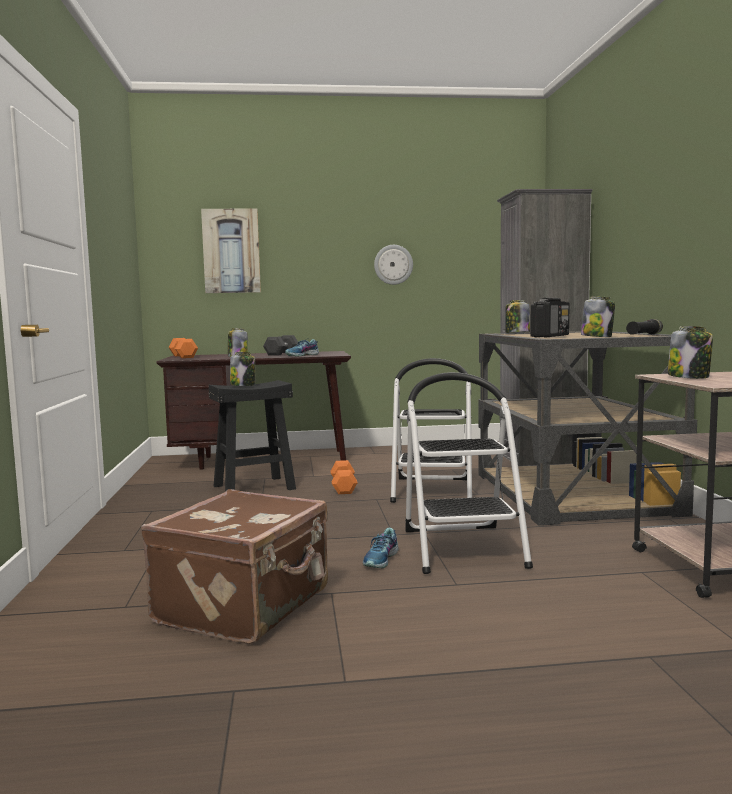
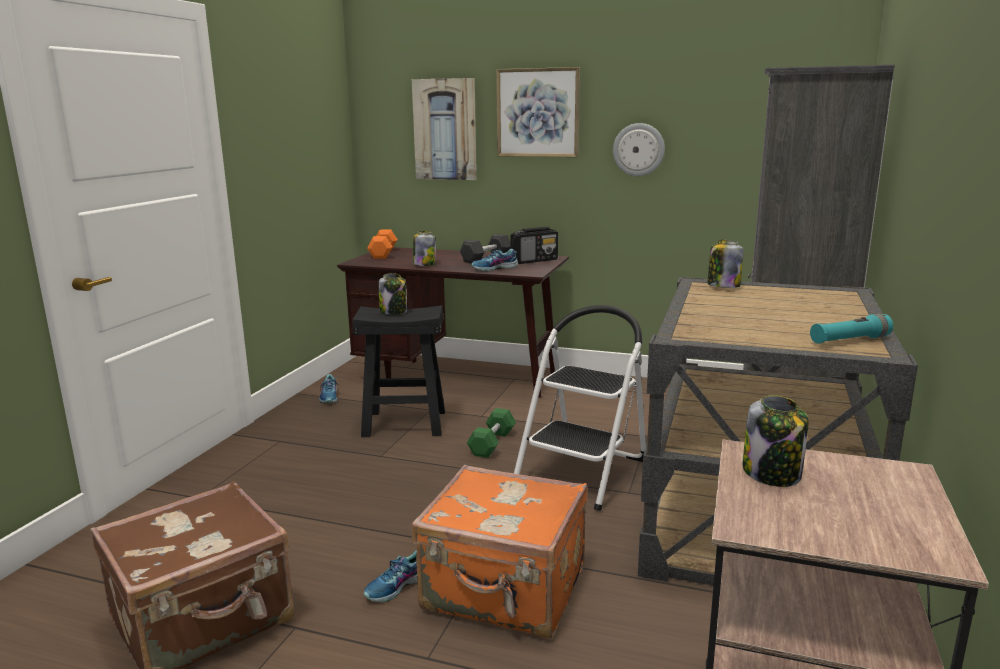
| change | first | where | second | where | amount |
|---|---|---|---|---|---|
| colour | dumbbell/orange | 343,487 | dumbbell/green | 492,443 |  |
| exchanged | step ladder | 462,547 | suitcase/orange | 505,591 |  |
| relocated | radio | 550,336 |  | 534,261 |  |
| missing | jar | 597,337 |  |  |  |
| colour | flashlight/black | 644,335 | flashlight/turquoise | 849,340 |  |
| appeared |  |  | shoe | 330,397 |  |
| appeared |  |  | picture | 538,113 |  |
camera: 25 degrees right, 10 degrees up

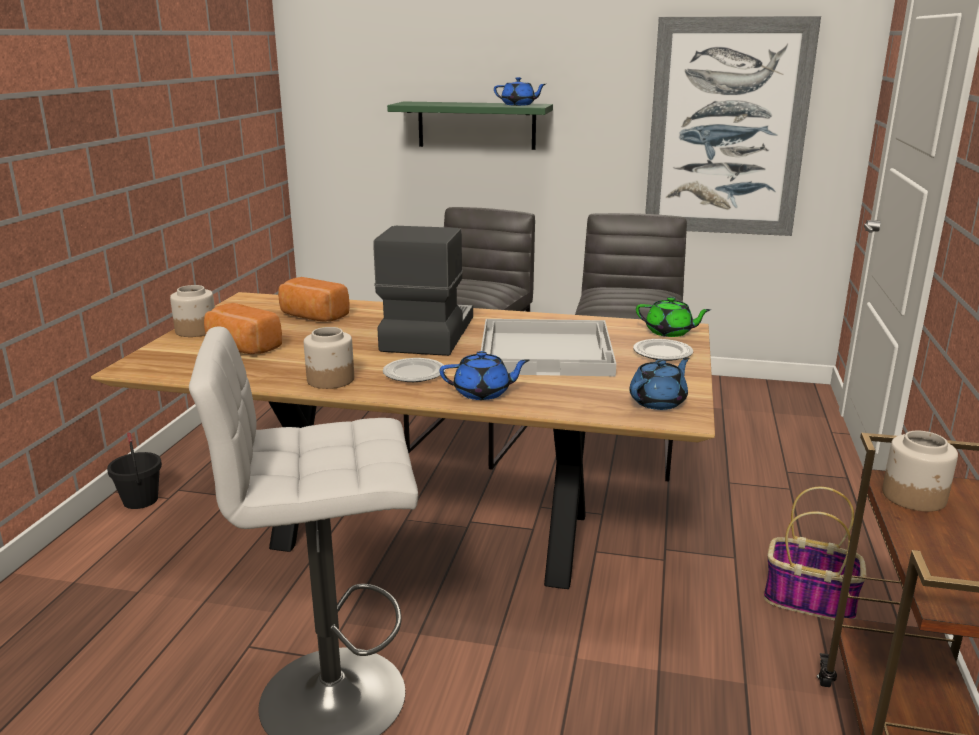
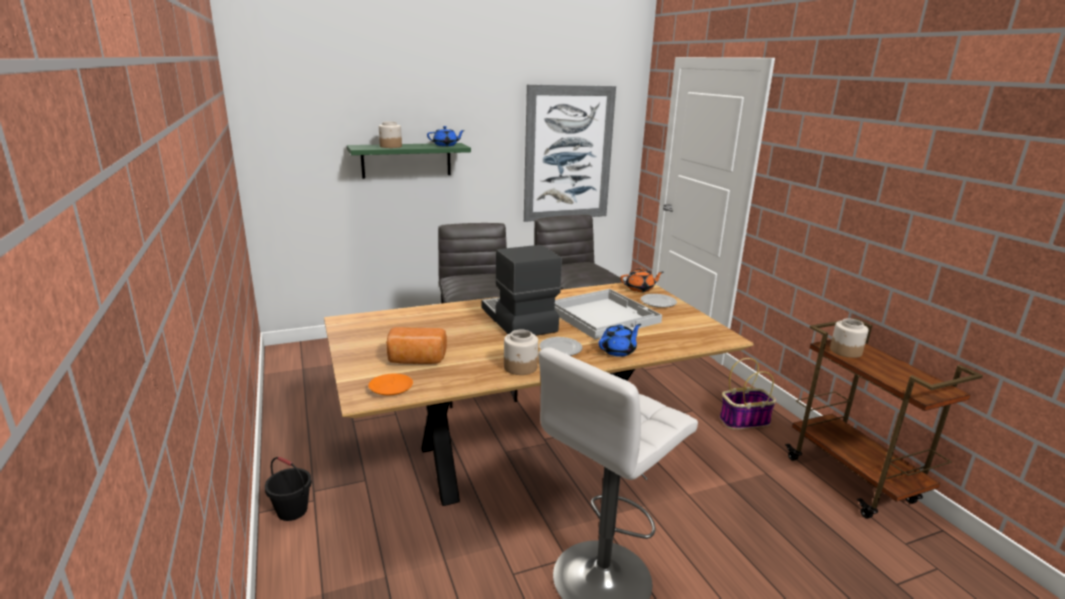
| change | first | where | second | where | amount |
|---|---|---|---|---|---|
| relocated | jar | 195,330 |  | 390,146 |  |
| missing | bread | 312,317 |  |  |  |
| missing | teapot/blue | 658,402 |  |  |  |
| colour | teapot/green | 669,332 | teapot/orange | 640,289 |  |
| appeared |  |  | plate/orange | 390,389 |  |
camera: 35 degrees left, 0 degrees up

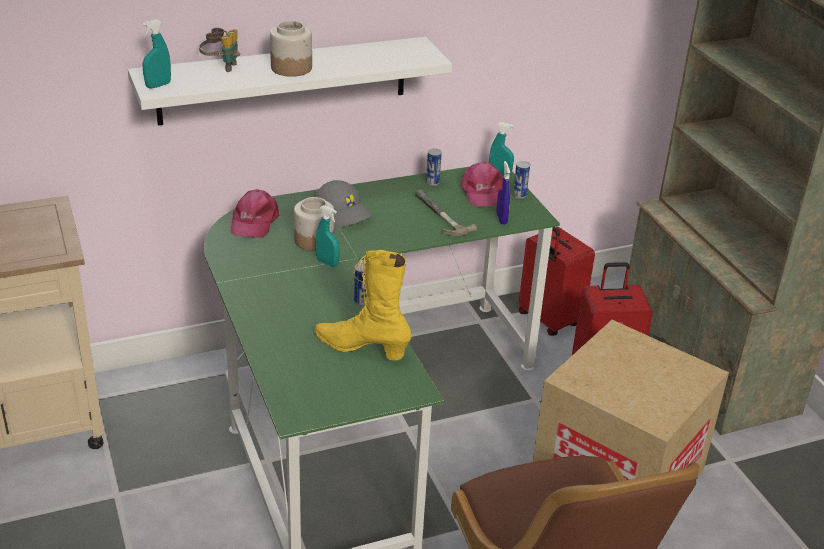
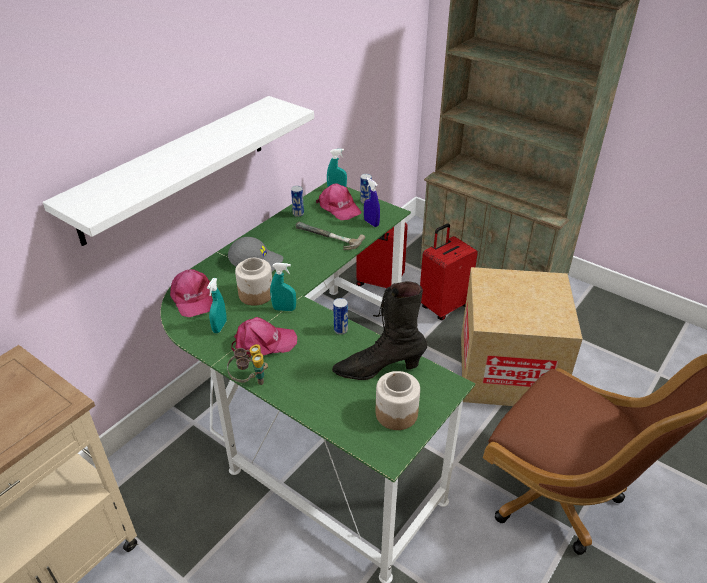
| change | first | where | second | where | amount |
|---|---|---|---|---|---|
| relocated | spray bottle/turquoise | 158,85 |  | 219,327 |  |
| relocated | binoculars | 221,67 |  | 249,380 |  |
| relocated | jar | 291,68 |  | 396,413 |  |
| colour | boot/yellow | 362,348 | boot/black | 378,369 |  |
| appeared |  |  | cap/pink | 263,344 |  |
camera: 30 degrees left, 5 degrees up

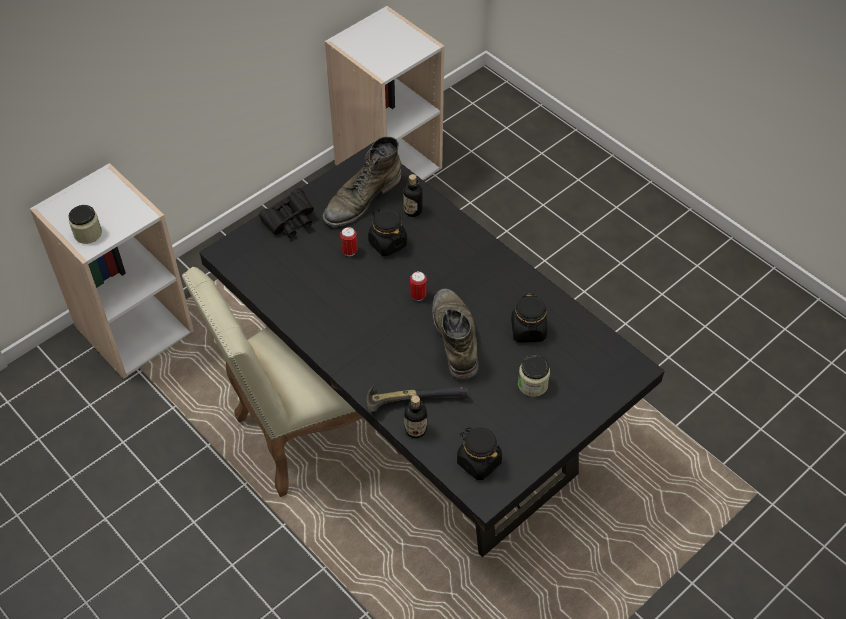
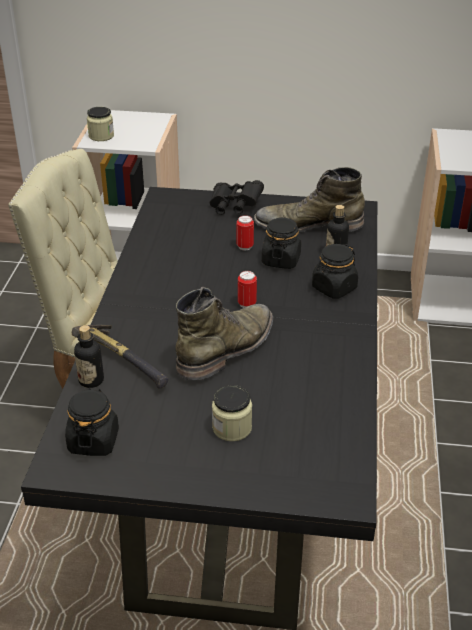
| change | first | where | second | where | amount |
|---|---|---|---|---|---|
| relocated | jar/black | 528,331 |  | 334,288 |  |
camera: 50 degrees right, 15 degrees down

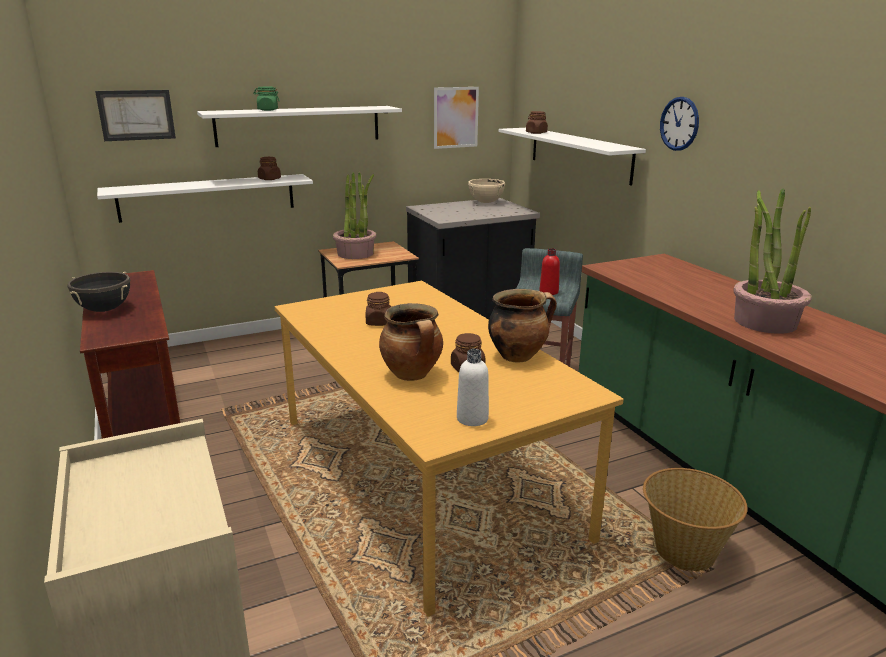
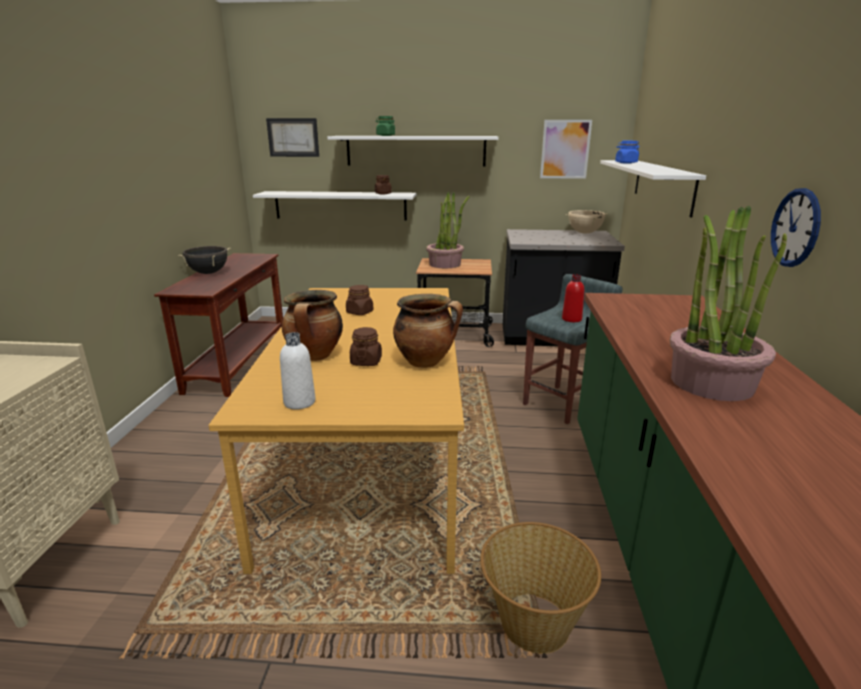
| change | first | where | second | where | amount |
|---|---|---|---|---|---|
| colour | jar/brown | 536,133 | jar/blue | 626,163 |  |
| relocated | wall clock | 679,124 |  | 795,228 |  |
camera: 30 degrees right, 0 degrees up

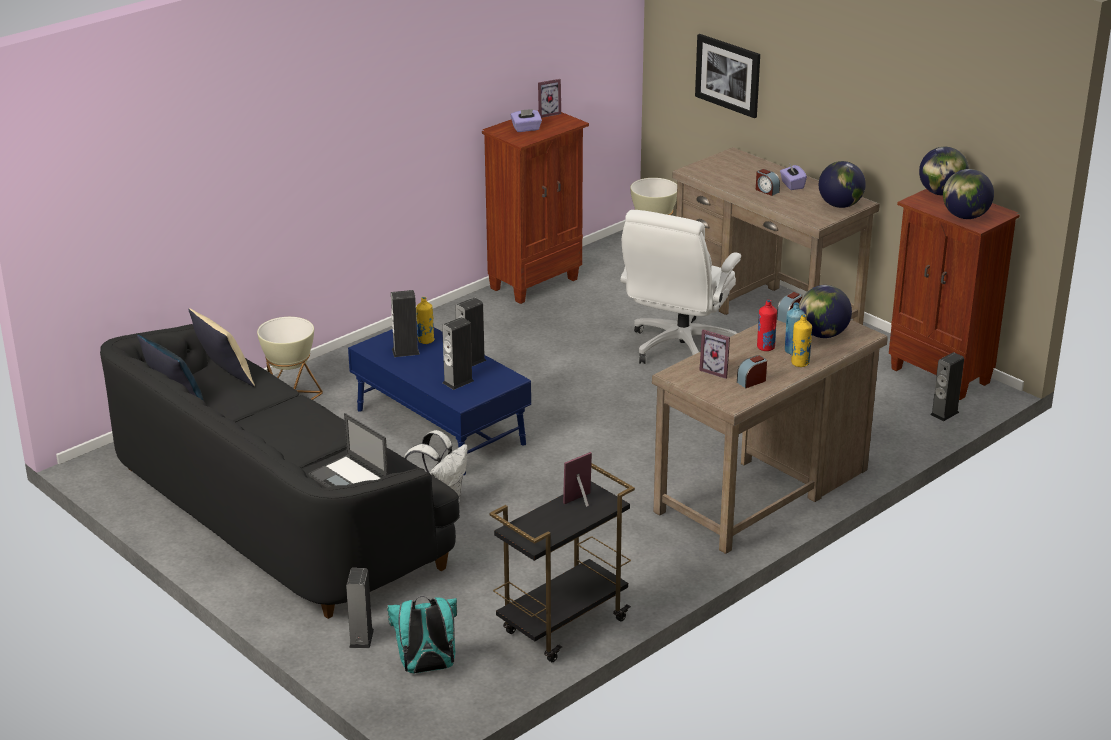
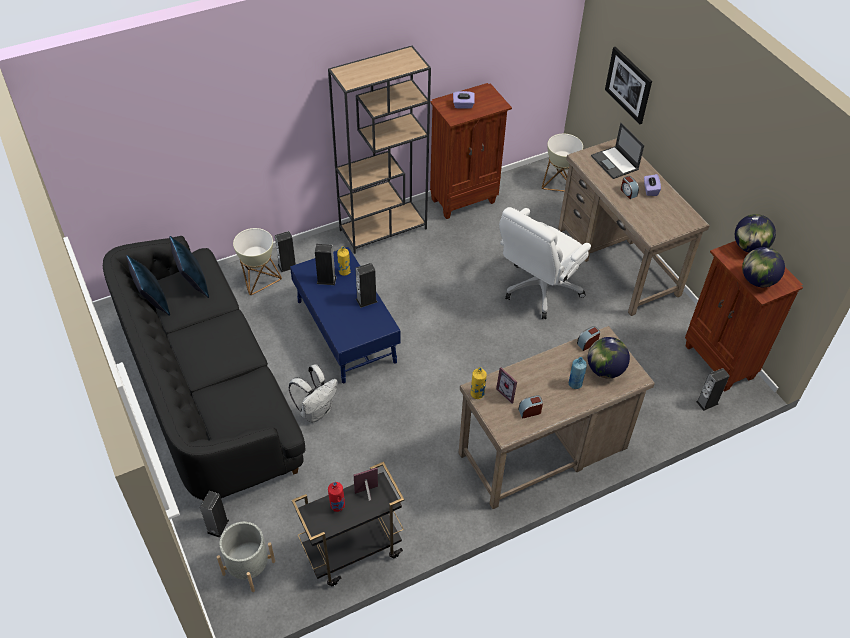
| change | first | where | second | where | amount |
|---|---|---|---|---|---|
| colour | pillow/beige | 223,377 | pillow/blue | 193,282 |  |
| relocated | laptop | 349,479 |  | 615,163 |  |
| exchanged | backpack/turquoise | 426,668 | planter/grey | 248,567 |  |
| relocated | speaker | 458,382 |  | 287,266 |  |
| missing | picture frame | 547,113 |  |  |  |
| relocated | bottle/red | 765,347 |  | 337,506 |  |
| relocated | bottle/yellow | 800,363 |  | 477,394 |  |
| missing | globe | 840,205 |  |  |  |
| appeared |  |  | bookcase | 383,229 |  |
camera: 15 degrees right, 20 degrees up

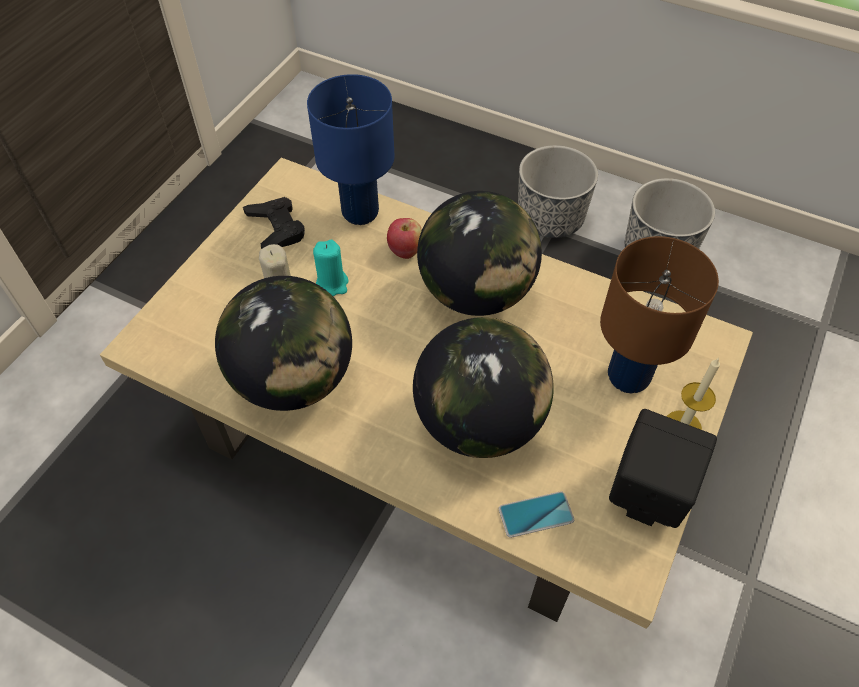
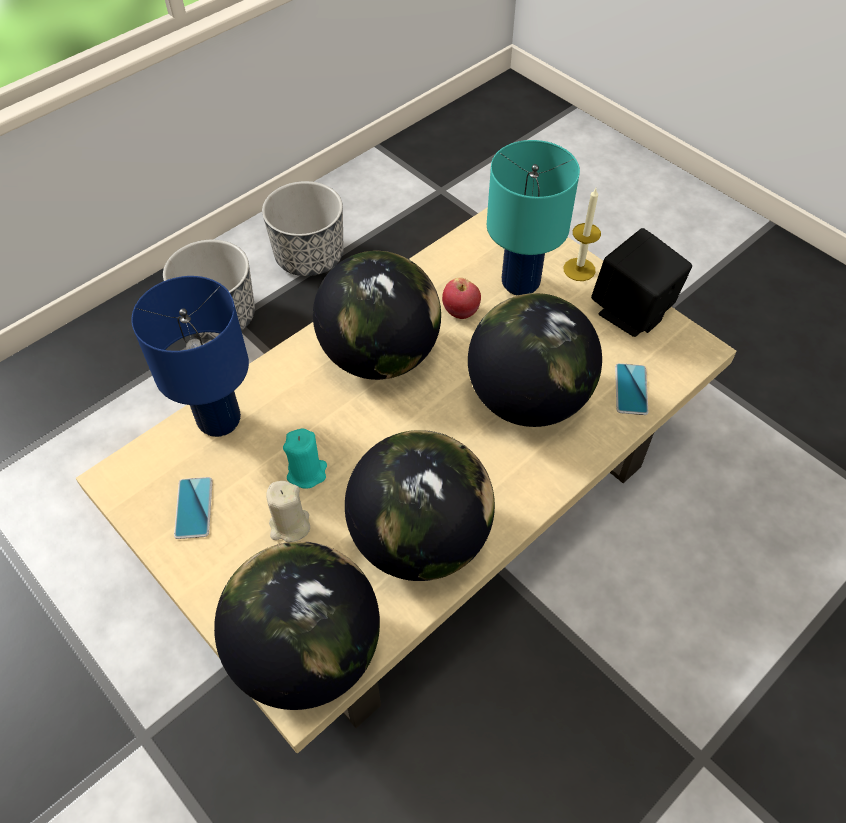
| change | first | where | second | where | amount |
|---|---|---|---|---|---|
| exchanged | game controller/black | 276,228 | phone | 194,508 |  |
| relocated | apple | 405,251 |  | 461,312 |  |
| colour | table lamp/brown | 628,380 | table lamp/turquoise | 522,285 |  |
| appeared |  |  | globe | 307,652 |  |
camera: 70 degrees left, 0 degrees up

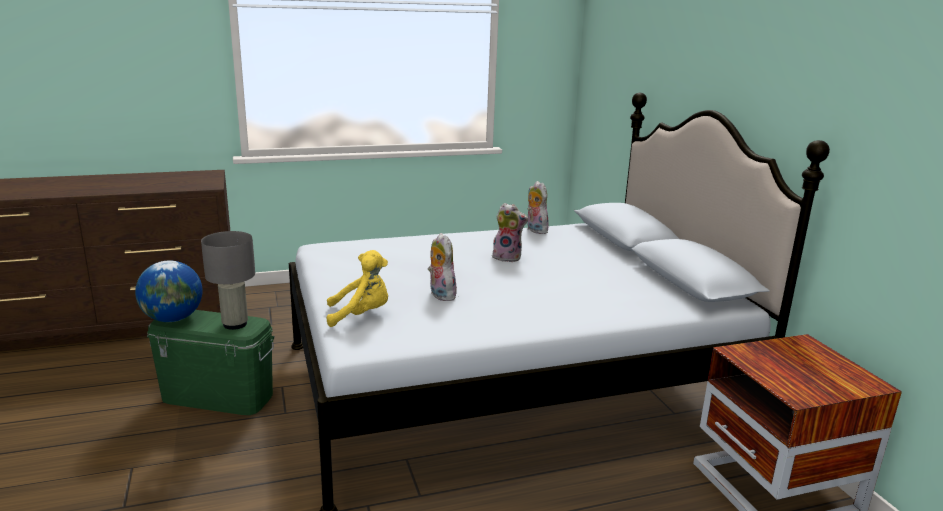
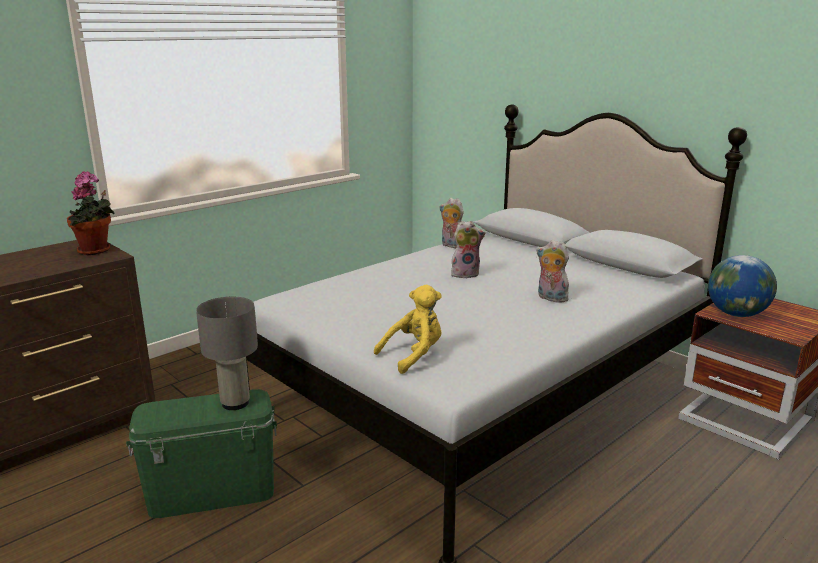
| change | first | where | second | where | amount |
|---|---|---|---|---|---|
| relocated | globe | 173,319 |  | 736,314 |  |
| relocated | plush toy | 440,295 |  | 550,298 |  |
| appeared |  |  | potted plant | 96,251 |  |
camera: 25 degrees left, 0 degrees up

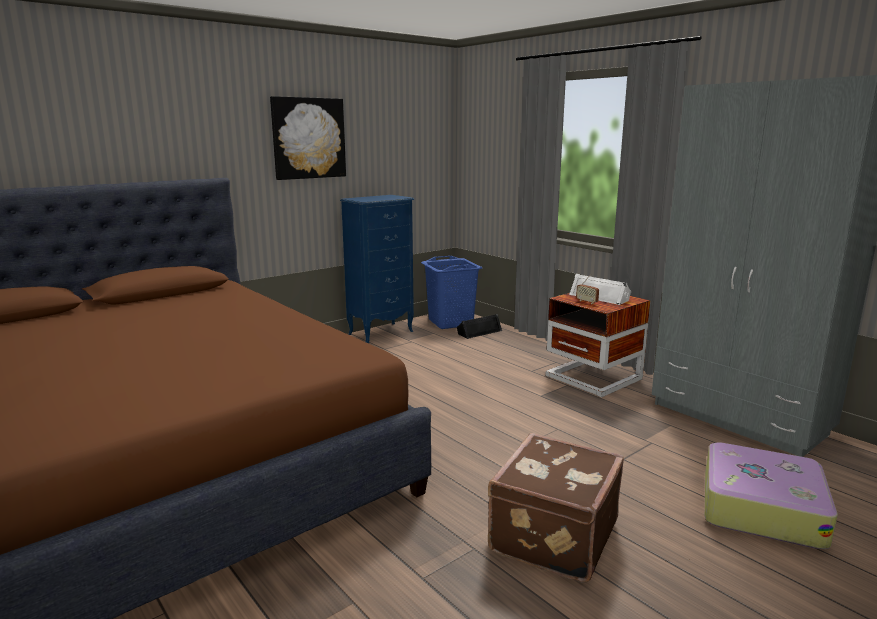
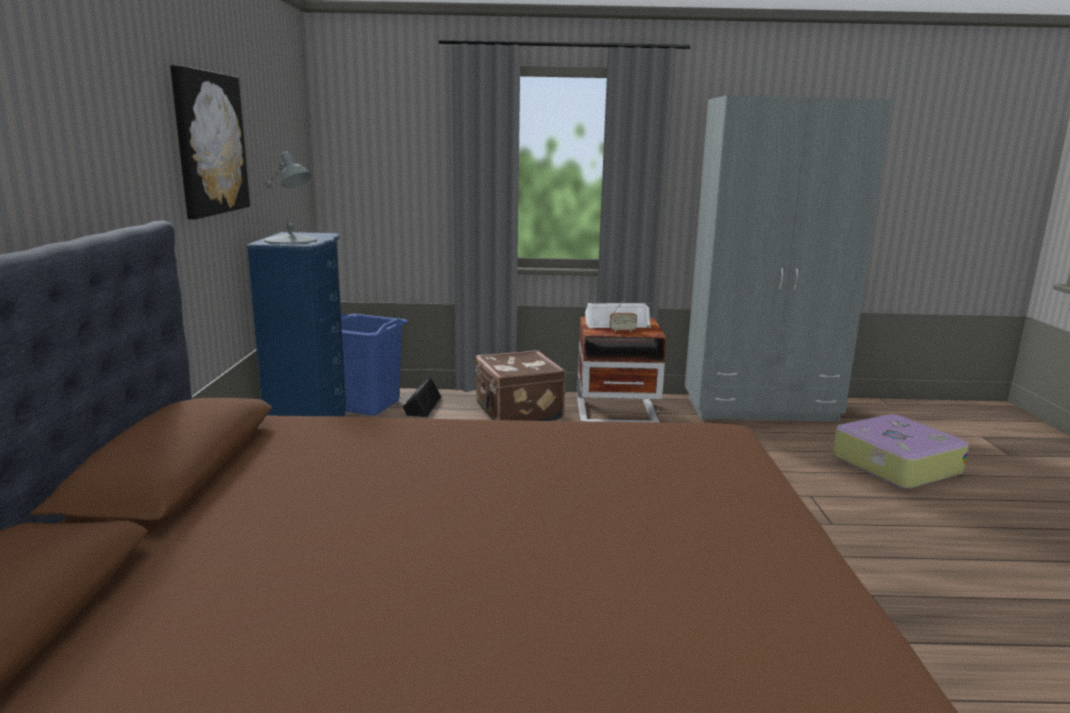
| change | first | where | second | where | amount |
|---|---|---|---|---|---|
| relocated | suitcase/brown | 551,536 |  | 517,413 |  |
| appeared |  |  | table lamp/grey | 291,240 |  |
camera: 50 degrees left, 0 degrees up

